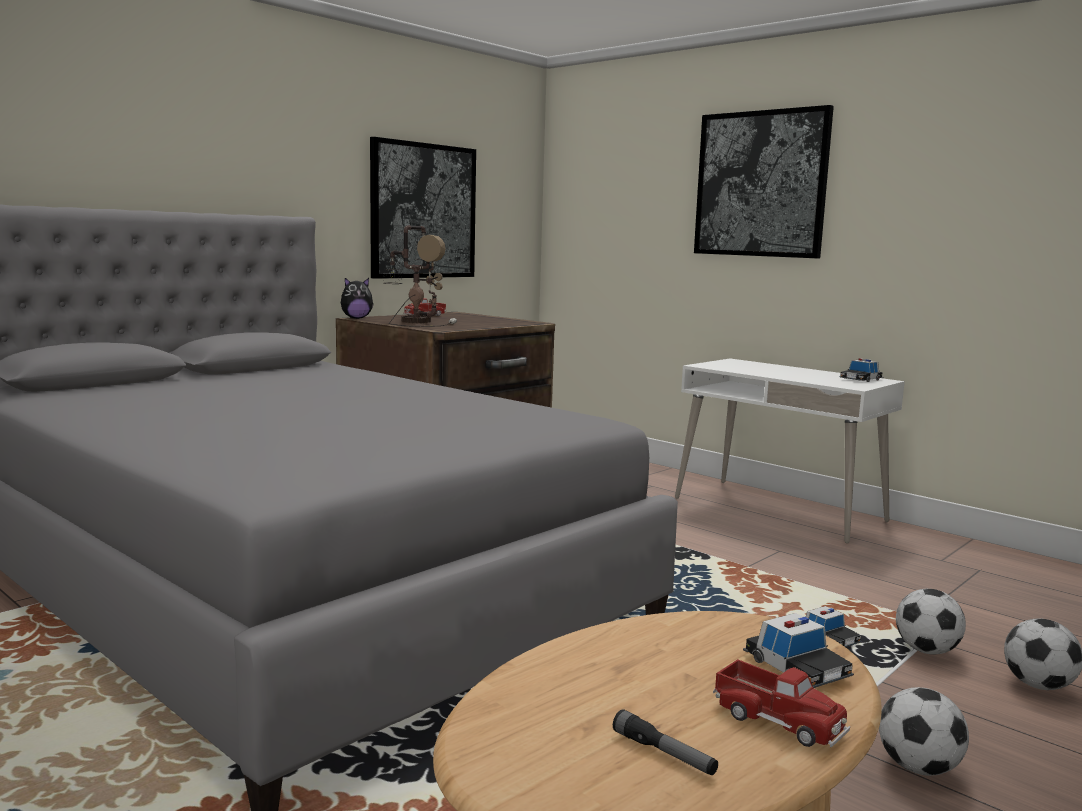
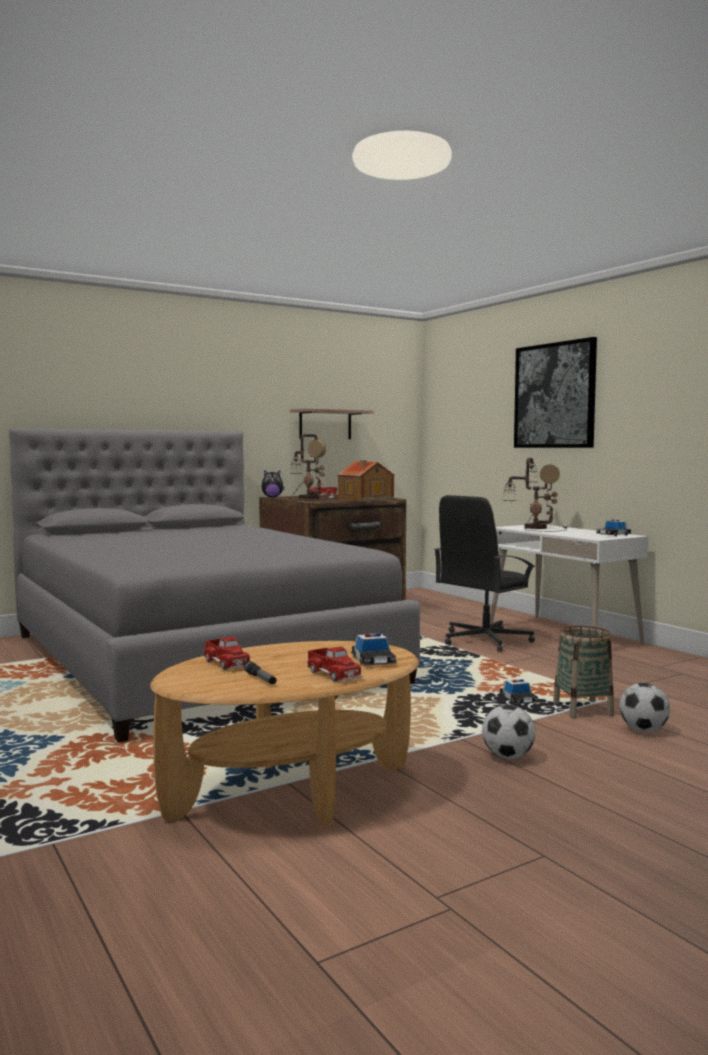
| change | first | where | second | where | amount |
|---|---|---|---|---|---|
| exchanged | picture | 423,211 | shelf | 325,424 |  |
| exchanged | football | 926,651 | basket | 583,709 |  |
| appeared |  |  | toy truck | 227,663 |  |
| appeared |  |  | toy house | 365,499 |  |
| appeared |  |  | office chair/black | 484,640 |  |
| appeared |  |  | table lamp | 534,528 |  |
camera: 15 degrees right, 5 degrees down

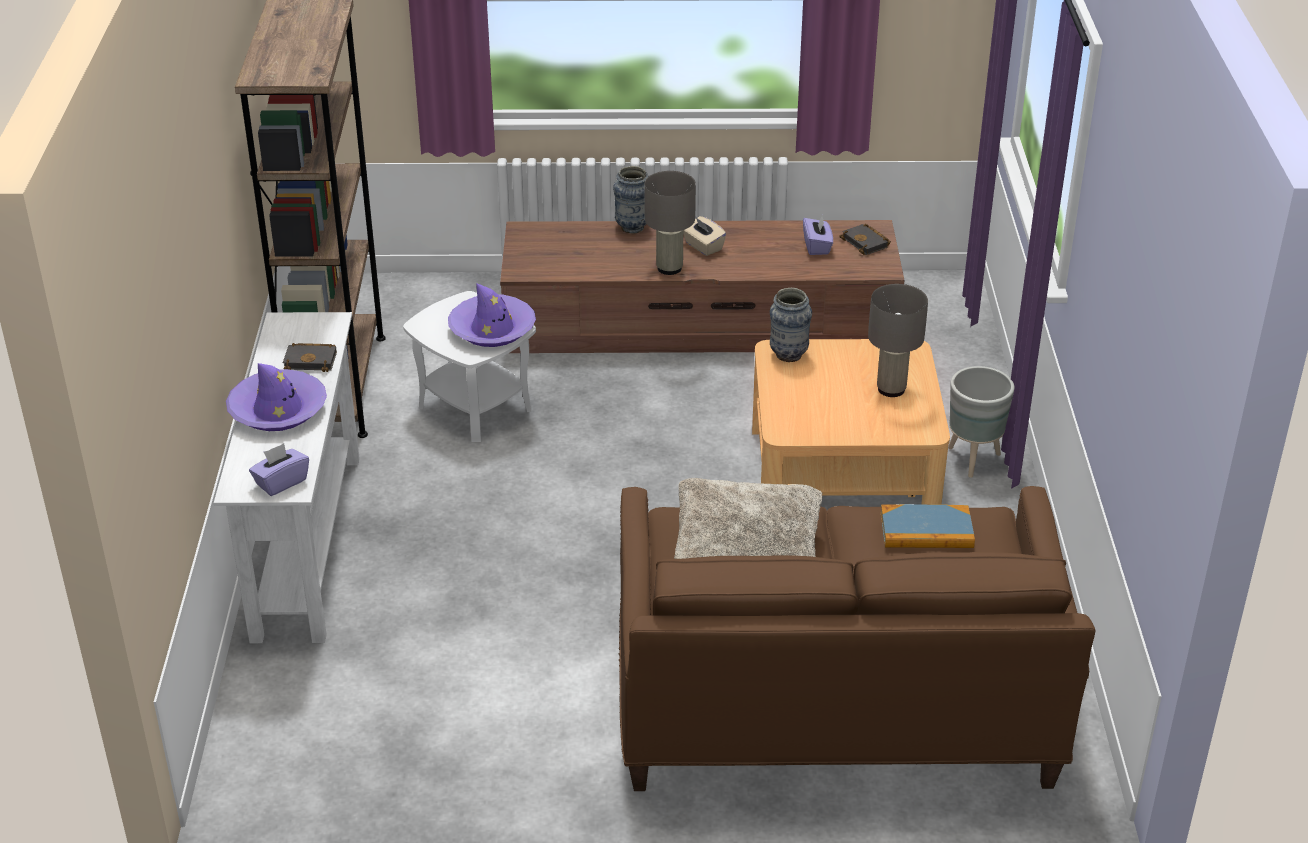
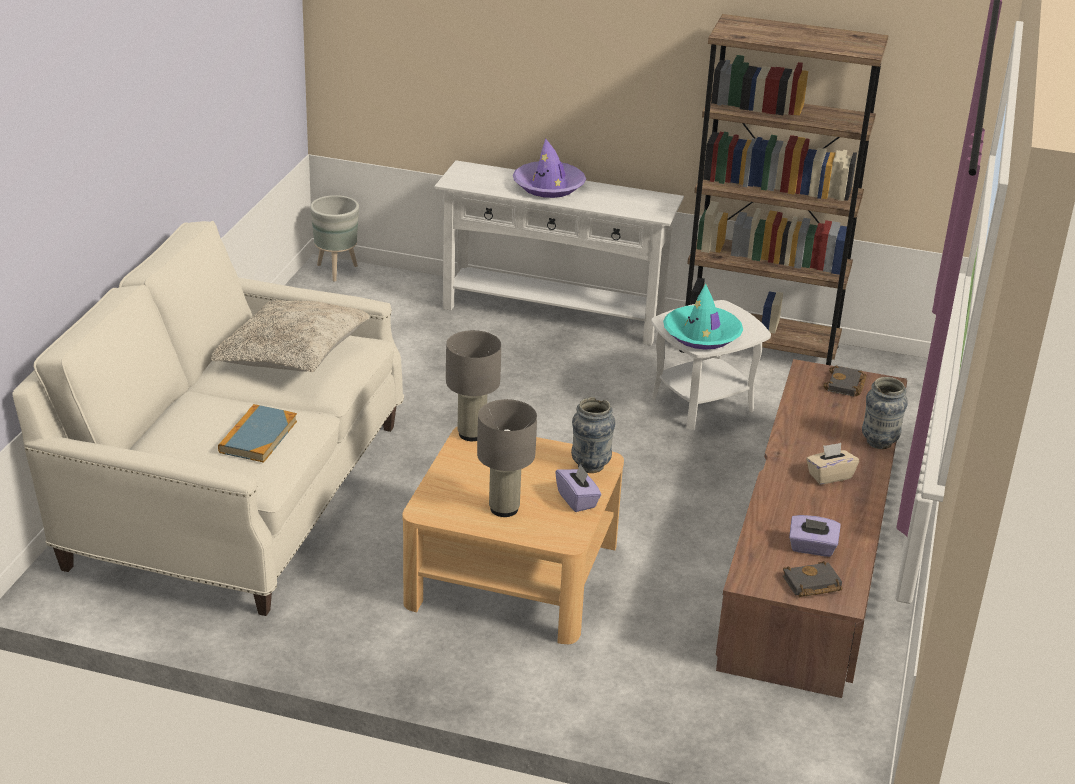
| change | first | where | second | where | amount |
|---|---|---|---|---|---|
| relocated | tissue box/purple | 281,482 |  | 577,500 |  |
| relocated | book/black | 312,360 |  | 846,385 |  |
| colour | hat/purple | 492,329 | hat/turquoise | 702,335 |  |
| colour | sofa/brown | 834,703 | sofa/white | 232,492 |  |
| relocated | table lamp/grey | 670,268 |  | 471,434 |  |
| relocated | planter/grey | 972,460 |  | 336,270 |  |
camera: 105 degrees right, 5 degrees down

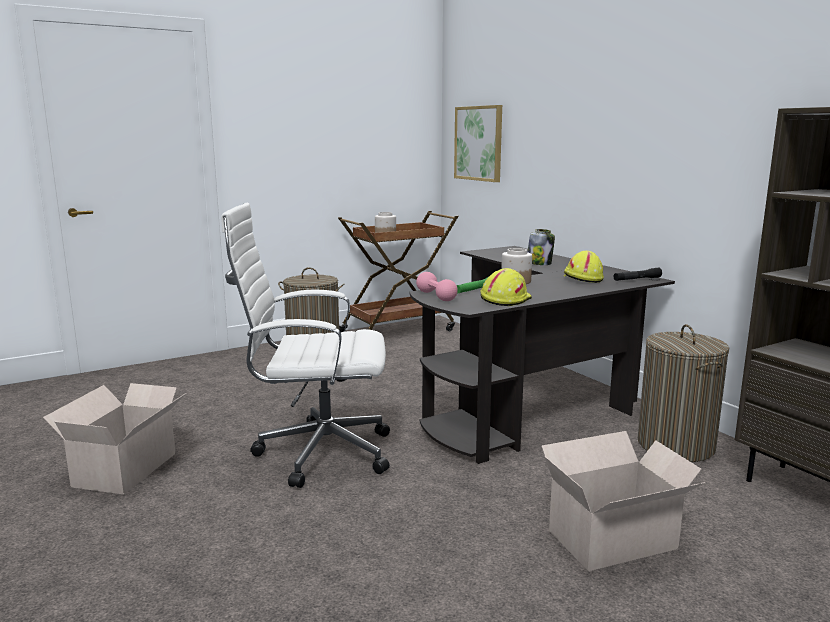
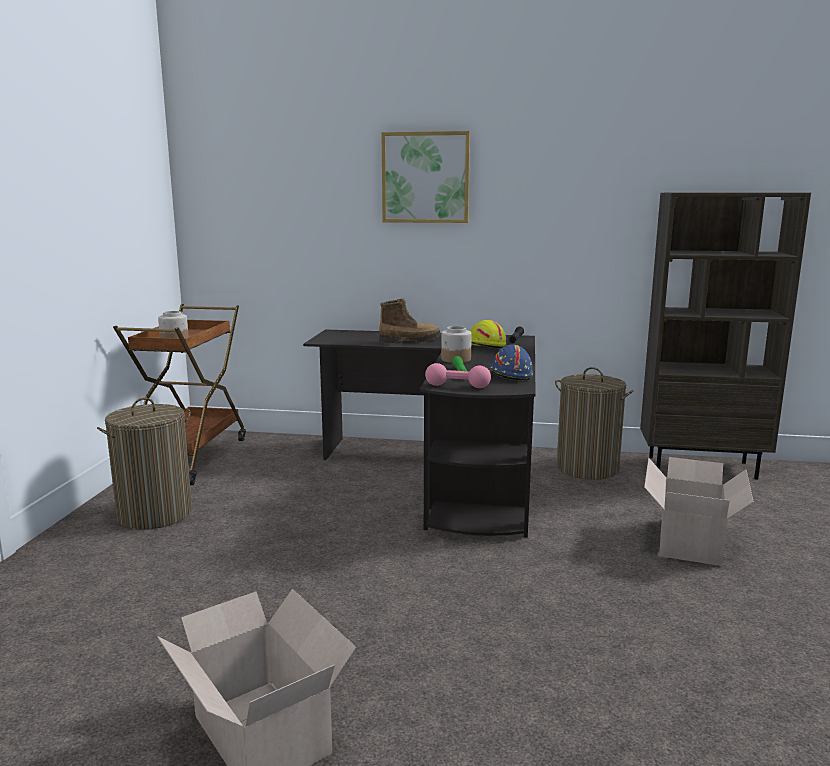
| change | first | where | second | where | amount |
|---|---|---|---|---|---|
| missing | office chair/white | 317,453 |  |  |  |
| relocated | picture | 479,143 |  | 425,177 |  |
| colour | hard hat/yellow | 504,300 | hard hat/blue | 509,375 |  |
| exchanged | jar | 539,263 | boot | 409,341 |  |
camera: 50 degrees left, 0 degrees up

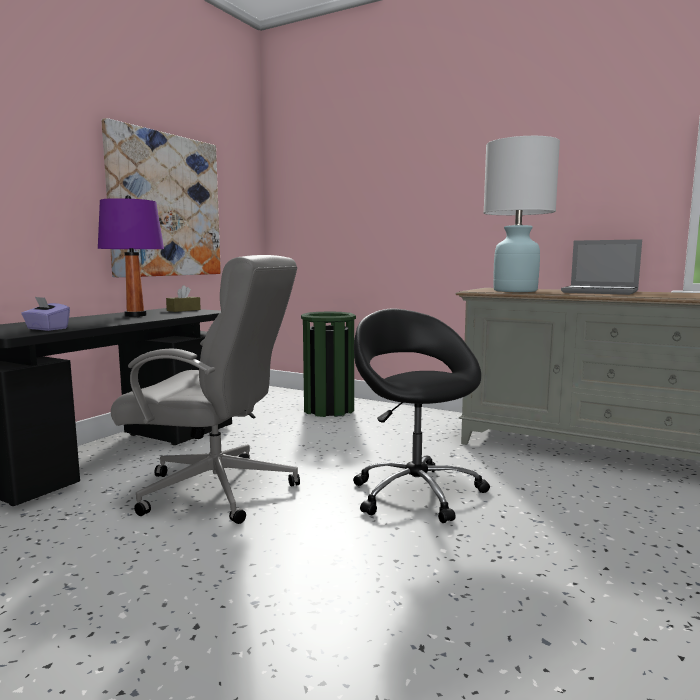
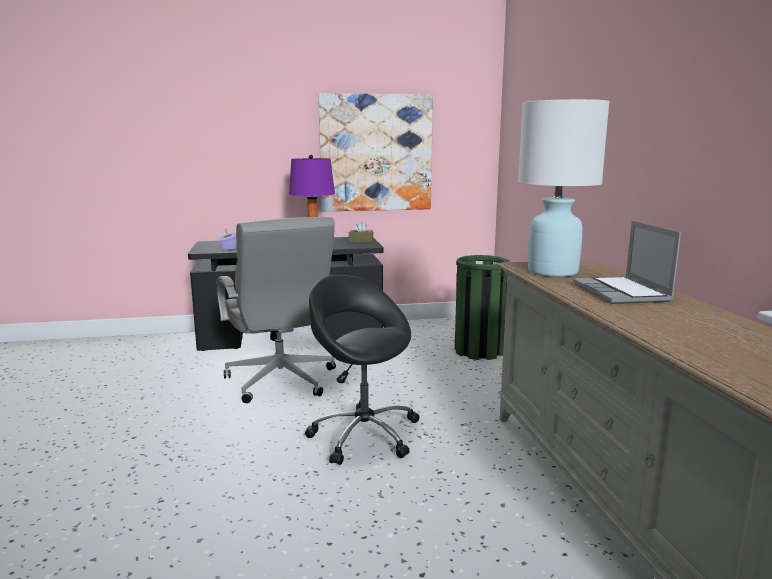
| change | first | where | second | where | amount |
|---|---|---|---|---|---|
| spun | office chair/black | 415,493 |  | 363,435 | 75 degrees counterclockwise |
camera: 50 degrees right, 5 degrees up

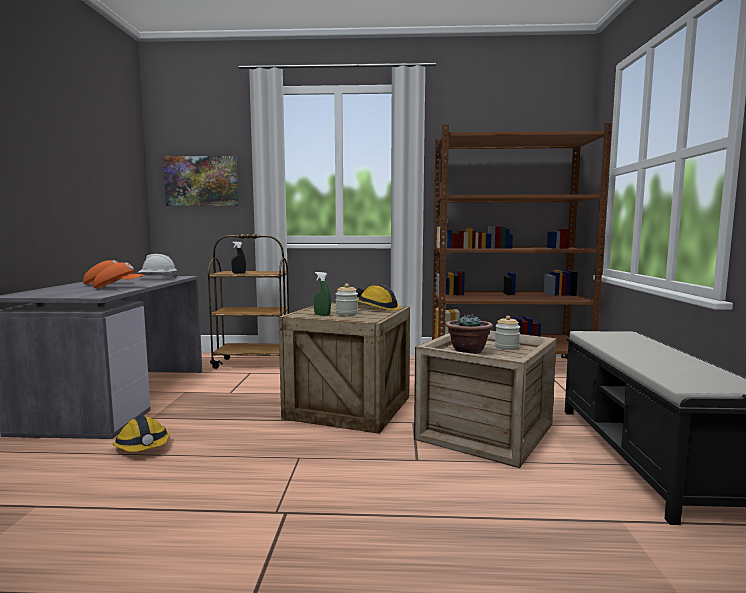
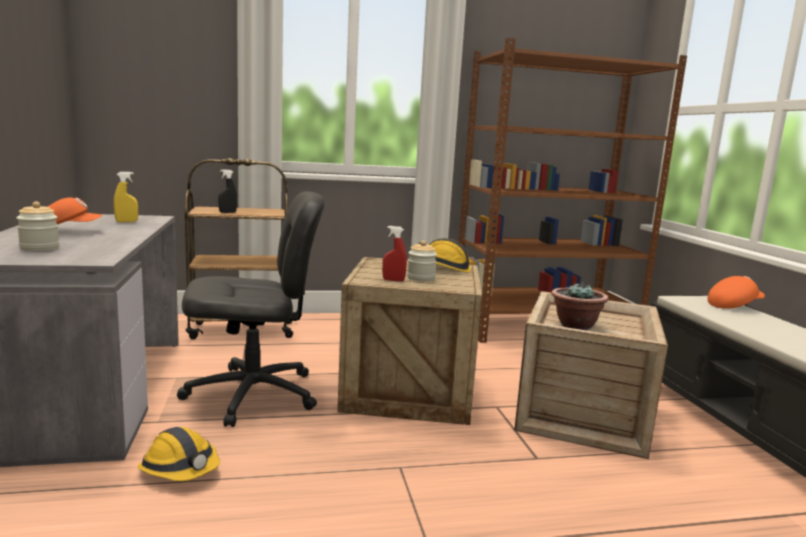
| change | first | where | second | where | amount |
|---|---|---|---|---|---|
| relocated | cap/orange | 119,287 |  | 733,305 |  |
| exchanged | hard hat/white | 157,278 | spray bottle/yellow | 126,221 |  |
| missing | picture | 201,181 |  |  |  |
| colour | spray bottle/green | 322,315 | spray bottle/red | 393,280 |  |
| relocated | jar | 506,347 |  | 39,248 |  |
| appeared |  |  | office chair/black | 253,394 |  |
camera: 15 degrees left, 5 degrees up

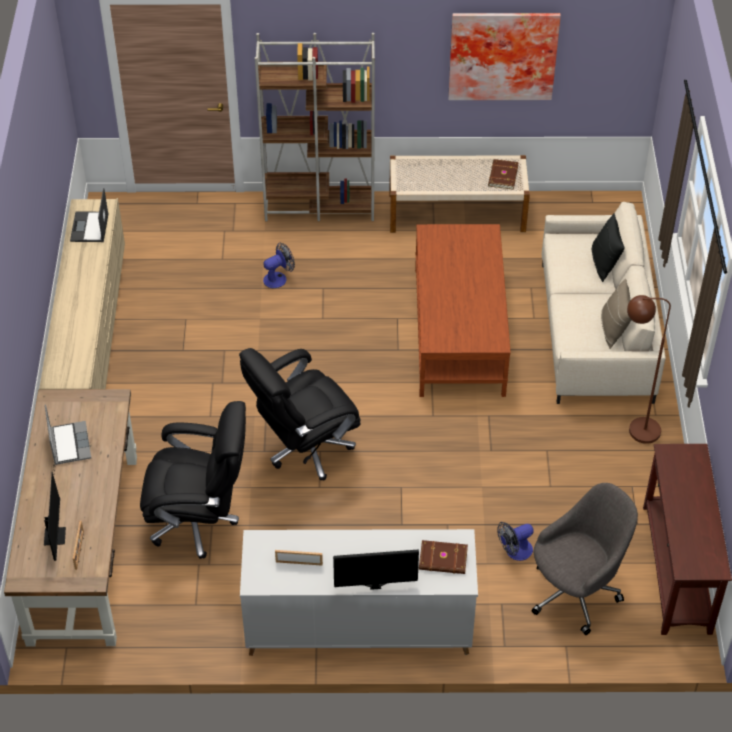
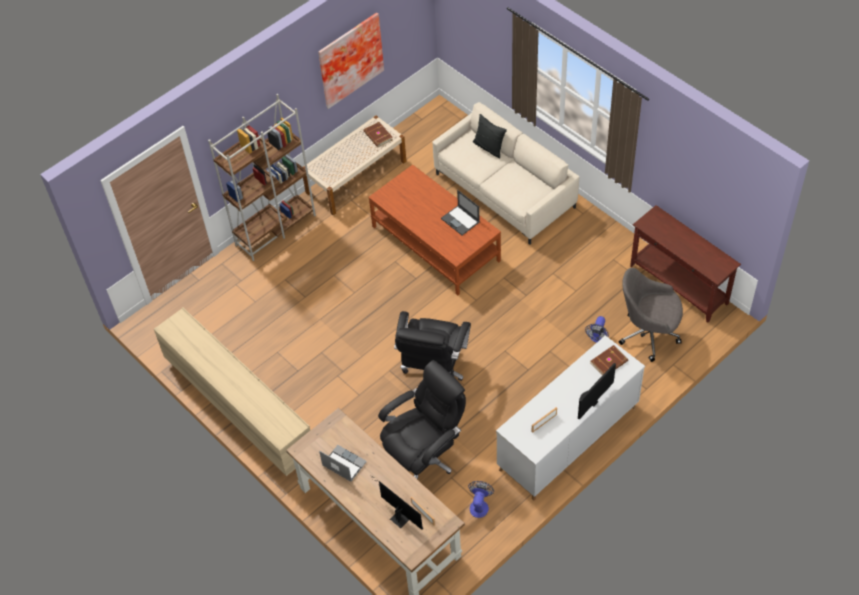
| change | first | where | second | where | amount |
|---|---|---|---|---|---|
| relocated | laptop | 89,228 |  | 460,220 |  |
| relocated | fan | 278,278 |  | 479,505 |  |
| spun | office chair/grey | 575,593 |  | 648,335 | 90 degrees counterclockwise |
| missing | pillow/beige | 613,329 |  |  |  |
| missing | floor lamp/brown | 634,431 |  |  |  |
camera: 40 degrees left, 5 degrees up

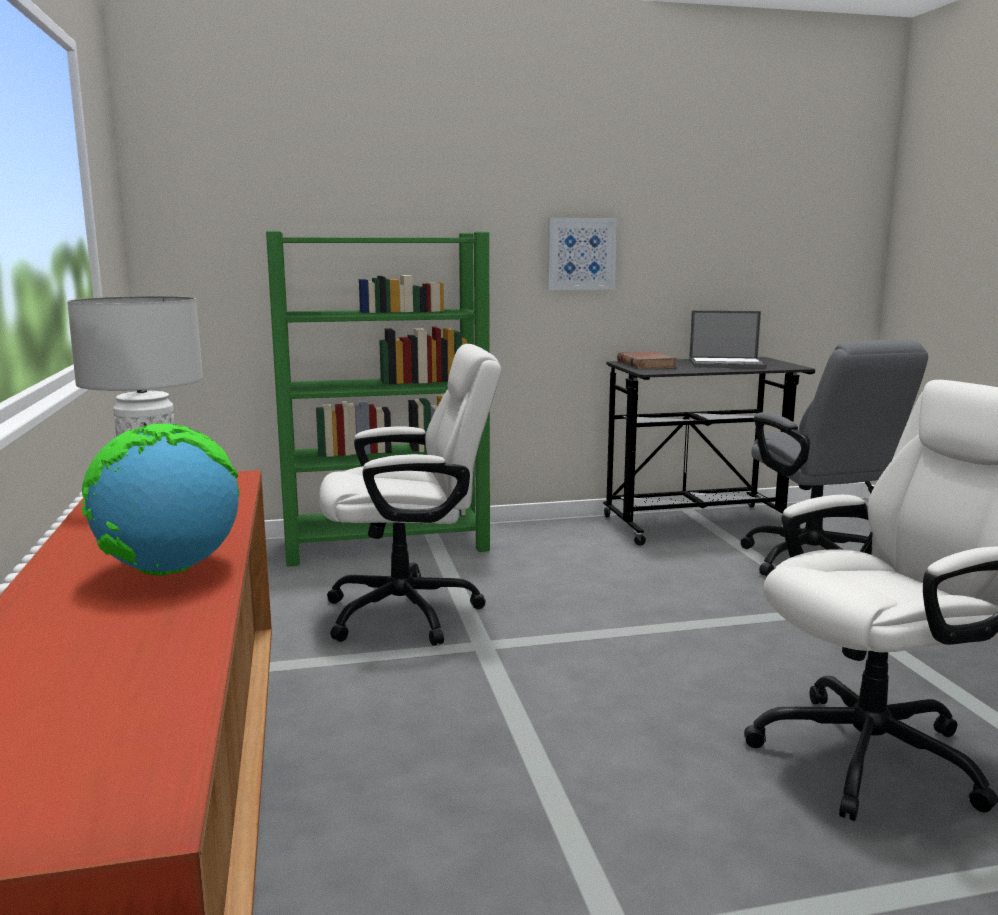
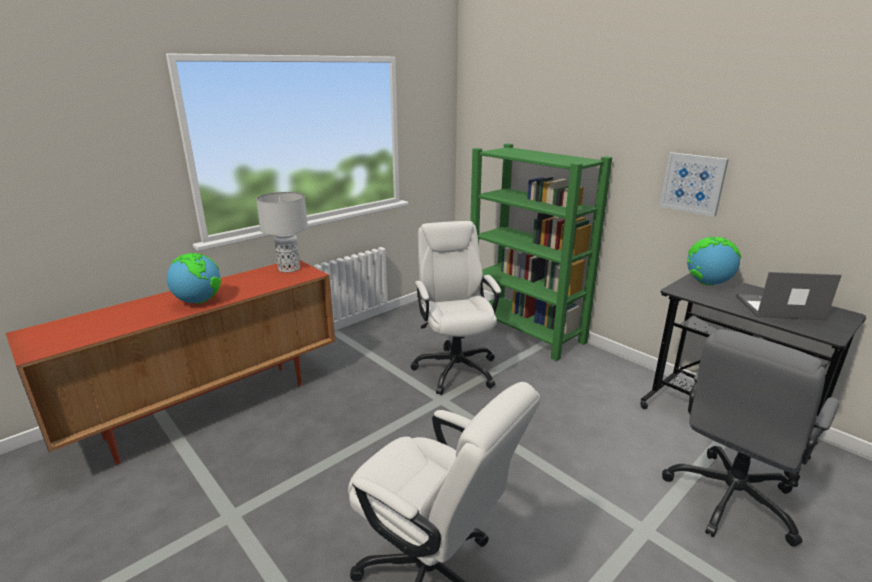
| change | first | where | second | where | amount |
|---|---|---|---|---|---|
| spun | office chair/white | 411,613 |  | 454,368 | 150 degrees counterclockwise |
| exchanged | book/brown | 646,364 | globe | 707,283 |  |
| spun | laptop | 727,364 |  | 778,308 | 120 degrees clockwise |
camera: 60 degrees right, 10 degrees up

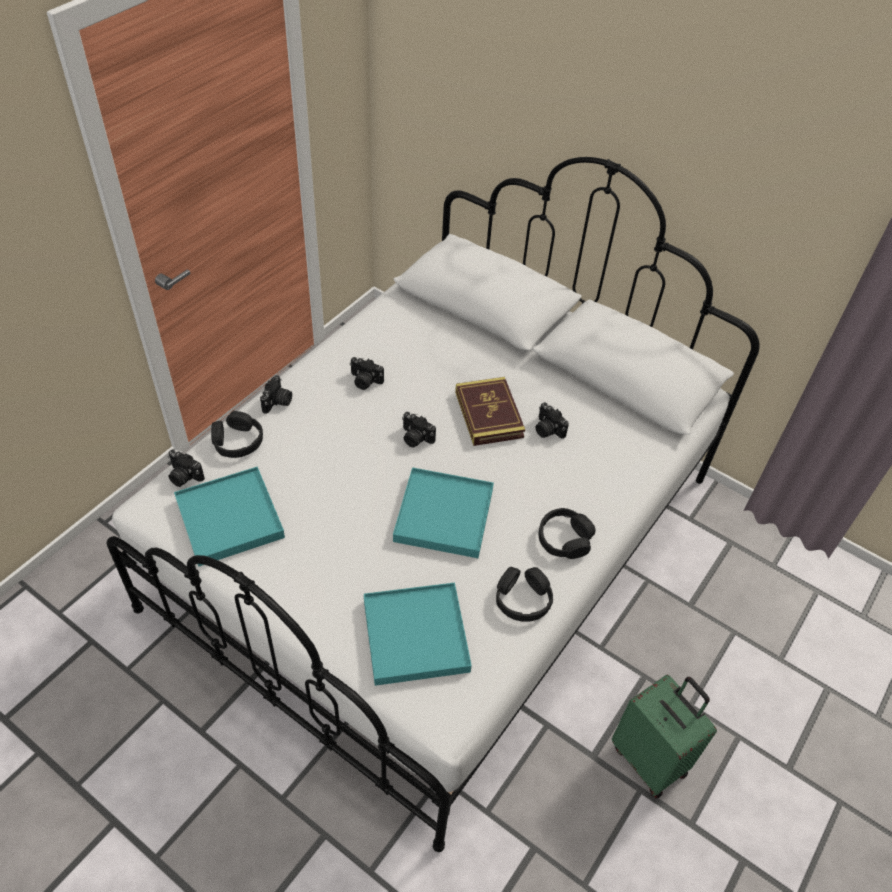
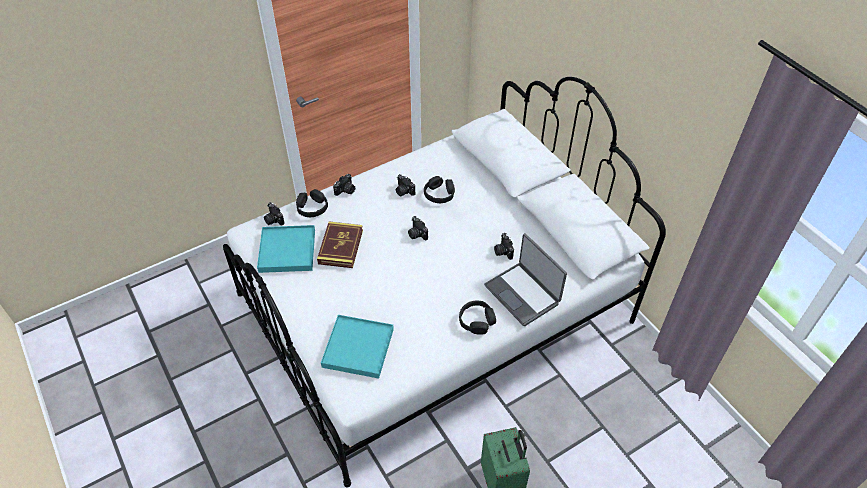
| change | first | where | second | where | amount |
|---|---|---|---|---|---|
| missing | tray/turquoise | 443,515 |  |  |  |
| relocated | book | 488,414 |  | 340,247 |  |
| relocated | headphones/black | 522,599 |  | 439,194 |  |
| appeared |  |  | laptop | 523,294 |  |
camera: 25 degrees right, 0 degrees up

